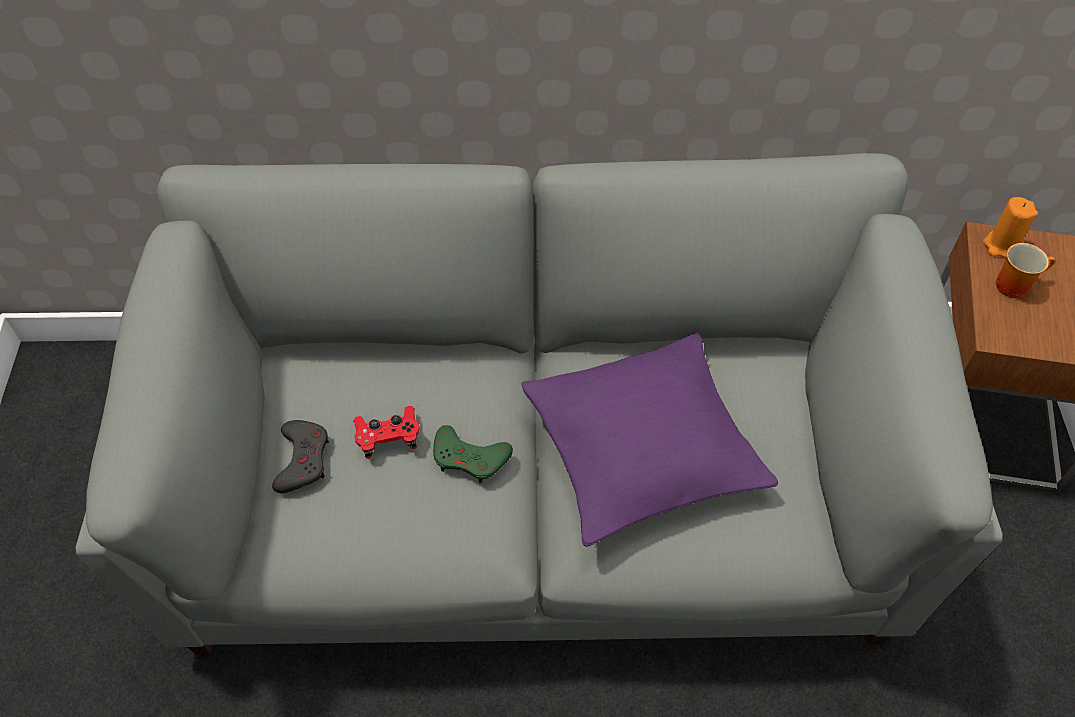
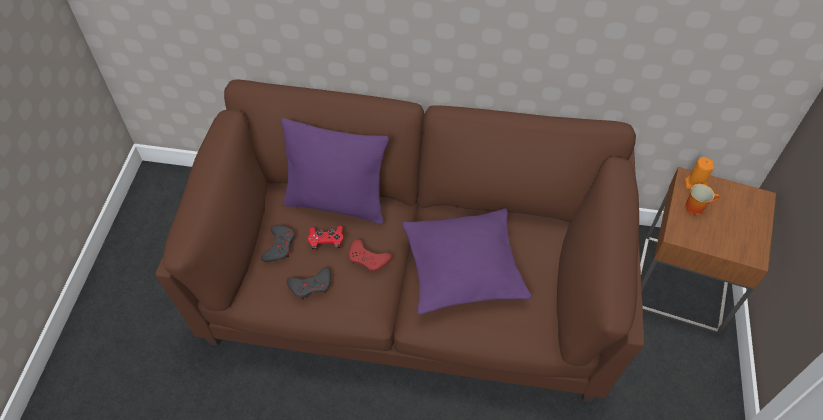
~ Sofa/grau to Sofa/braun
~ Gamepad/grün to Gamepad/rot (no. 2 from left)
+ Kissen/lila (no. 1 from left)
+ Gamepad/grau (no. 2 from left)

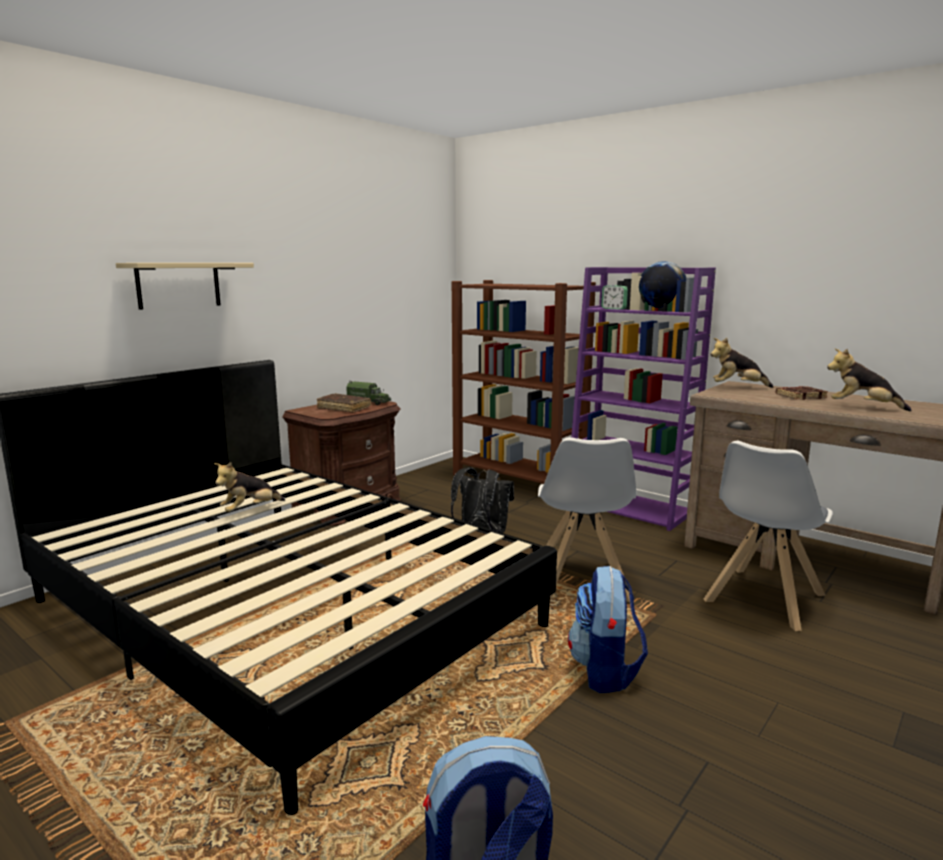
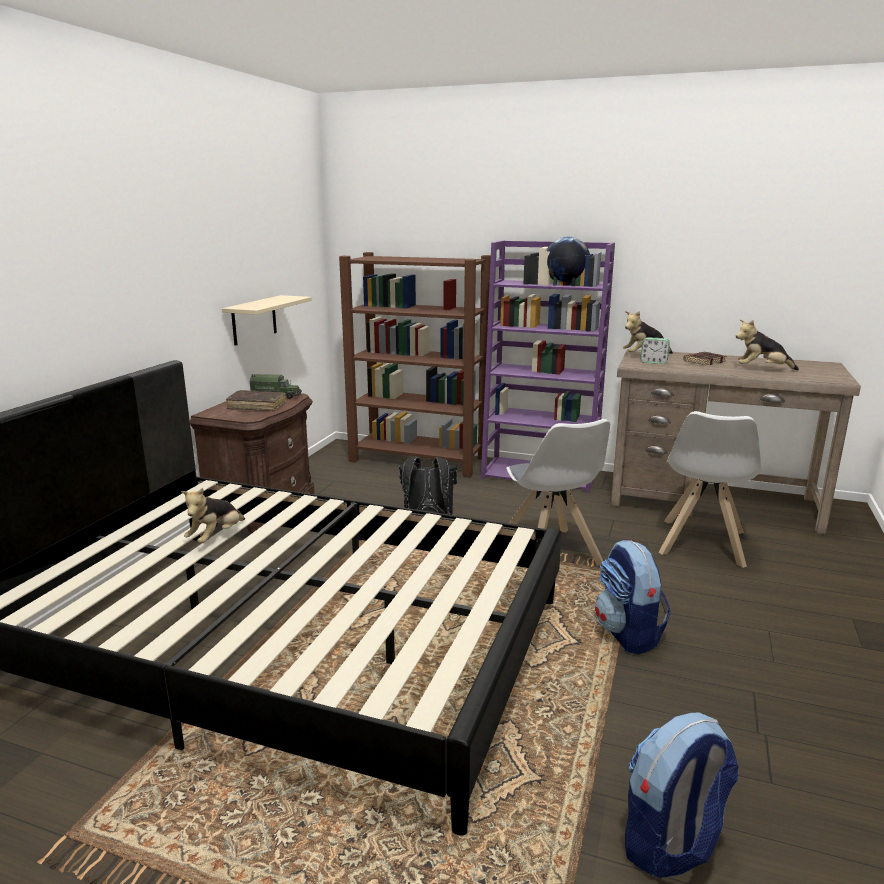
~ Wandregal/beige
~ Wecker

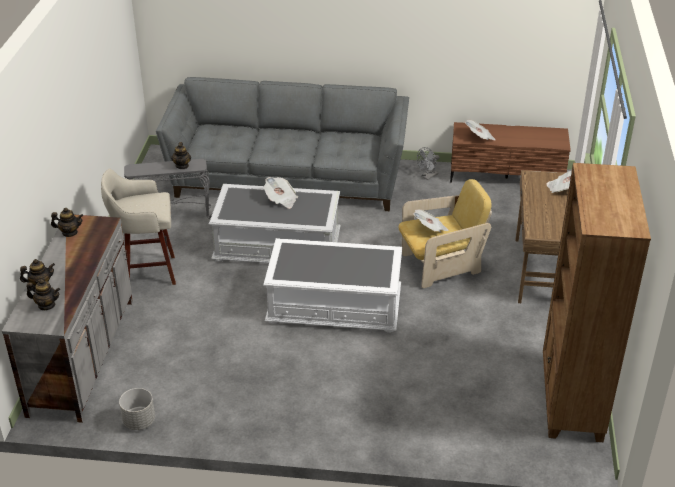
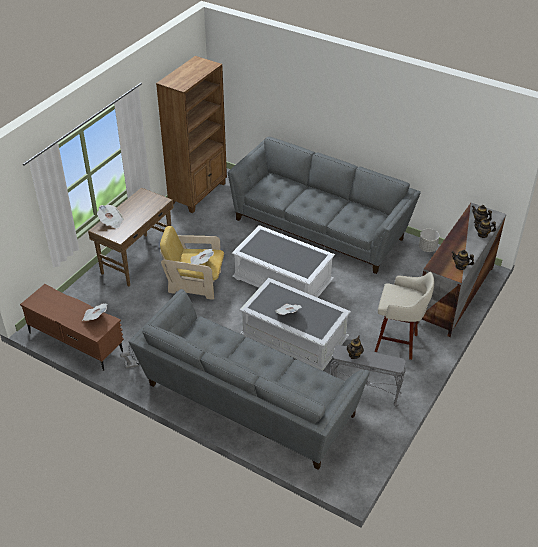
+ Sofa/grau (no. 2 from left)

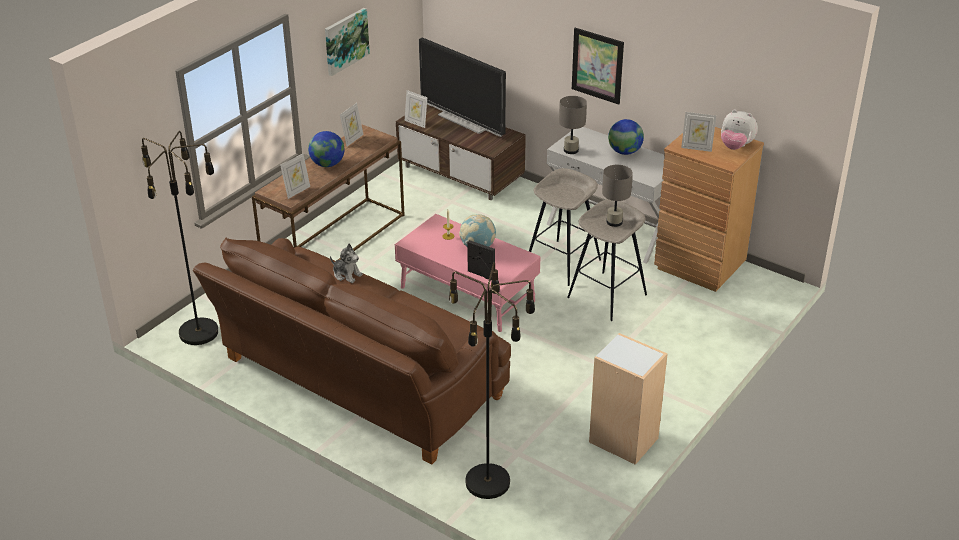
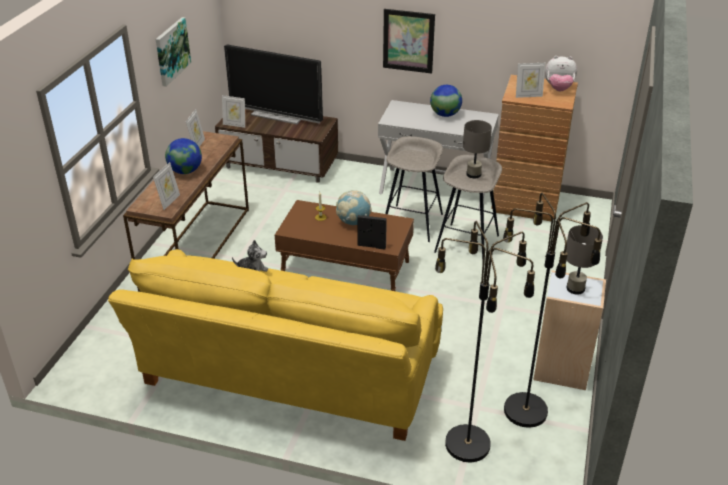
~ Tischlampe/grau (no. 1 from left in the first image) to Tischlampe/grau (no. 2 from left)
~ Stehlampe (no. 1 from left in the first image) to Stehlampe (no. 2 from left)
~ Couchtisch/rosa to Couchtisch/braun
~ Sofa/braun to Sofa/gelb

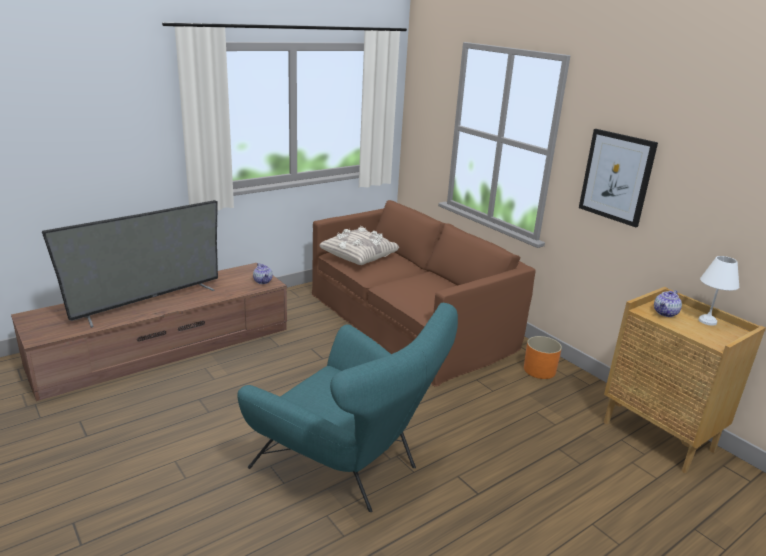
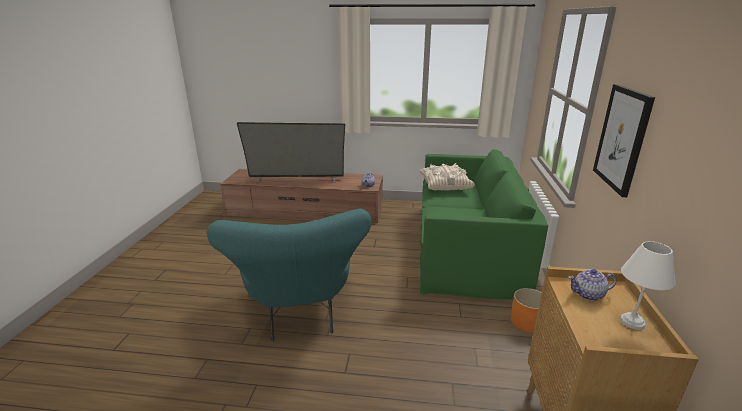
~ Sofa/braun to Sofa/grün

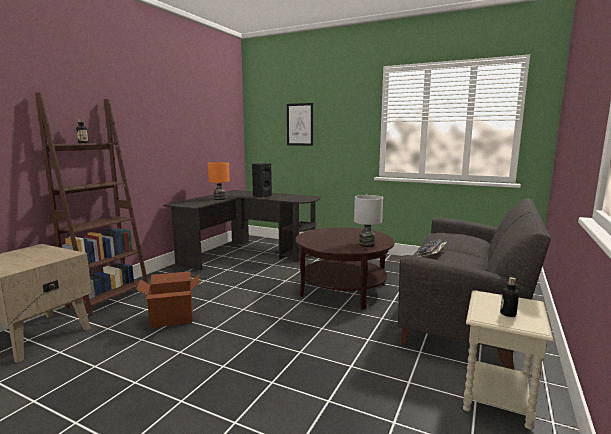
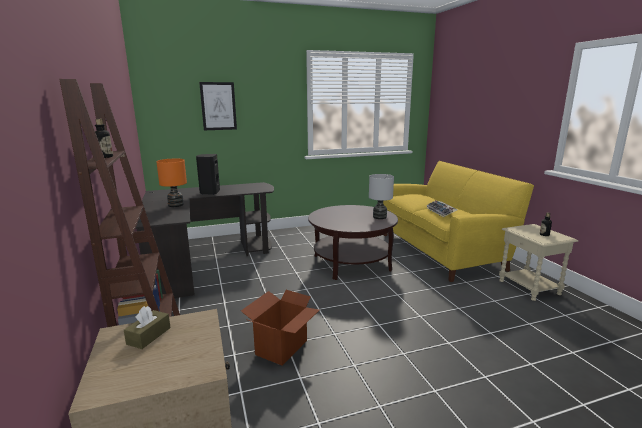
~ Sofa/grau to Sofa/gelb
+ Taschentuchbox/braun

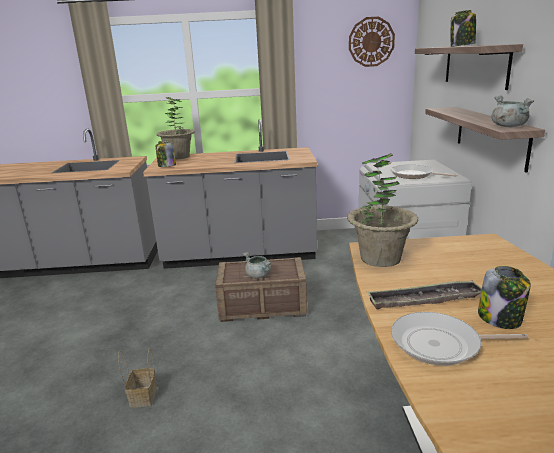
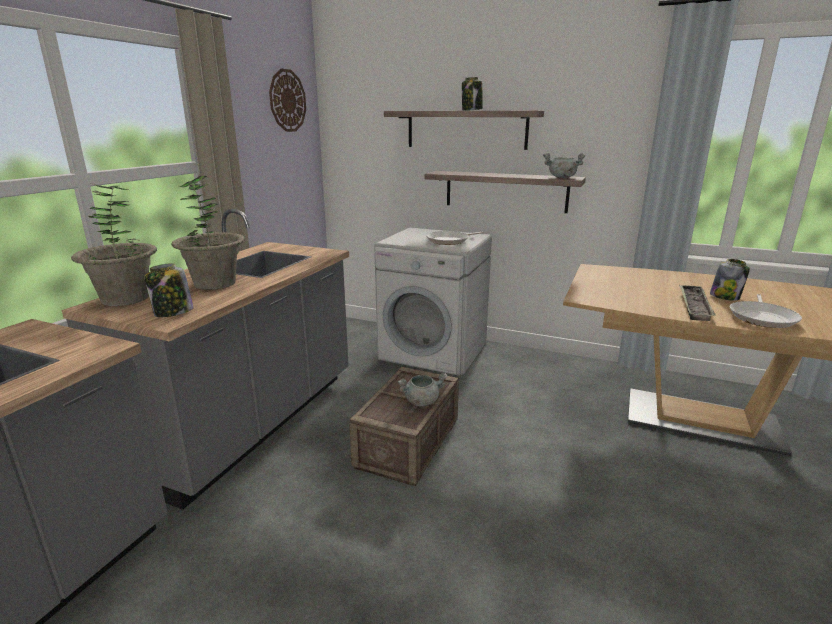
~ Topfpflanze (no. 2 from left)
- Korb

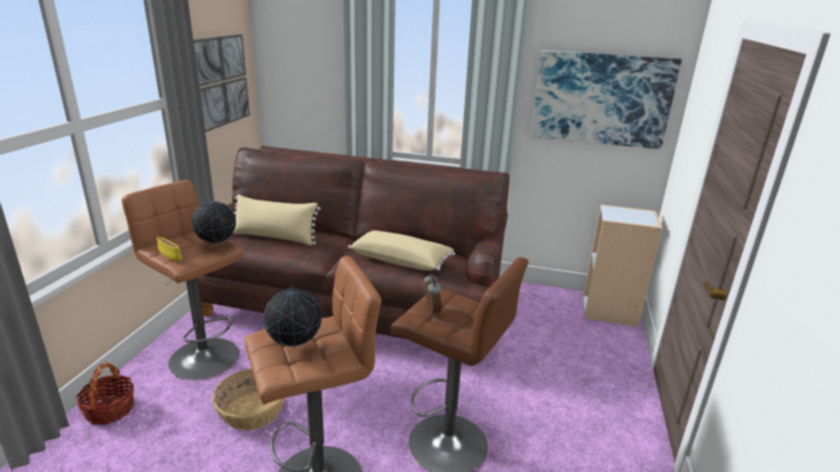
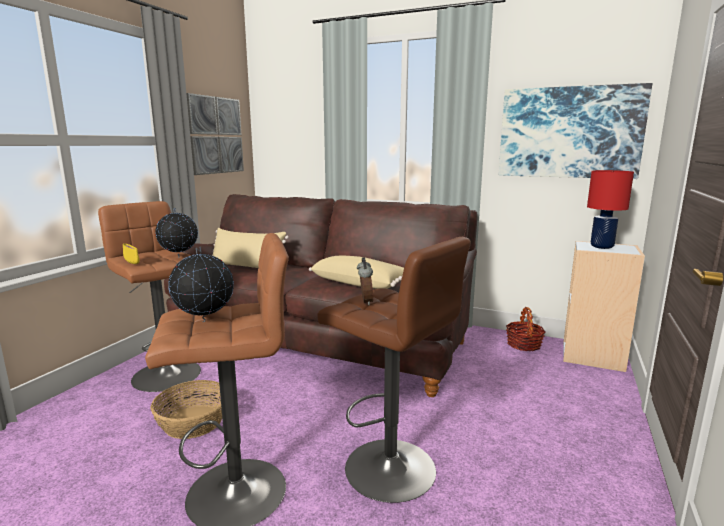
~ Korb (no. 1 from left in the first image) to Korb (no. 2 from left)
+ Tischlampe/rot

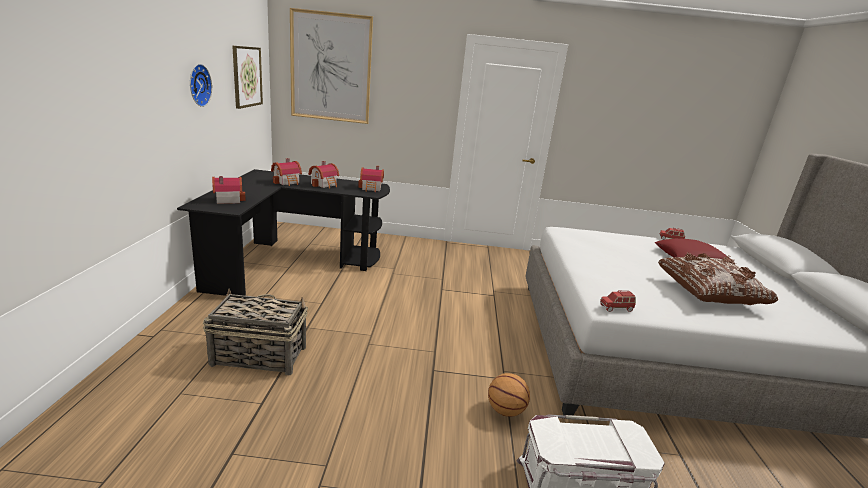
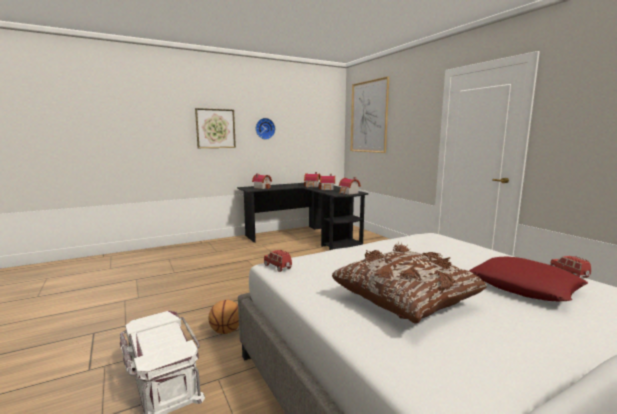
~ Bild (no. 1 from left)
- Korb

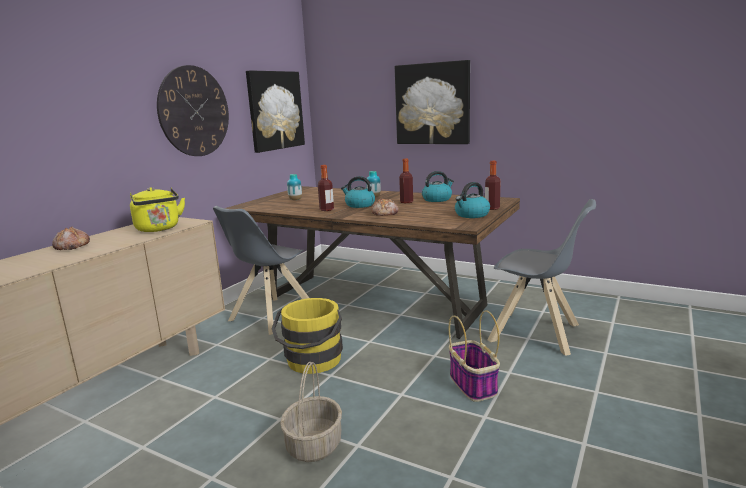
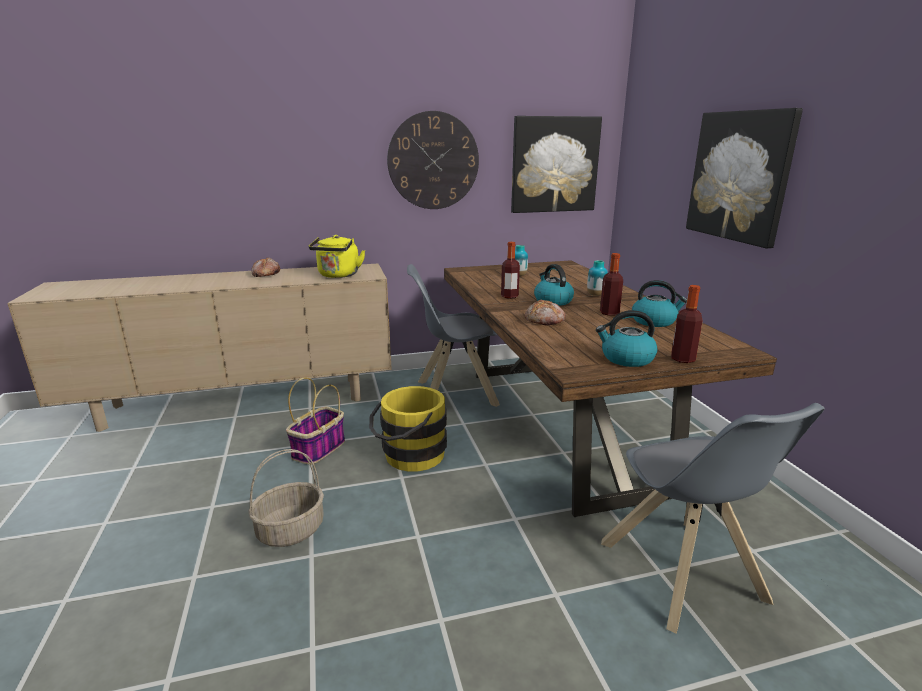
~ Korb (no. 2 from left)

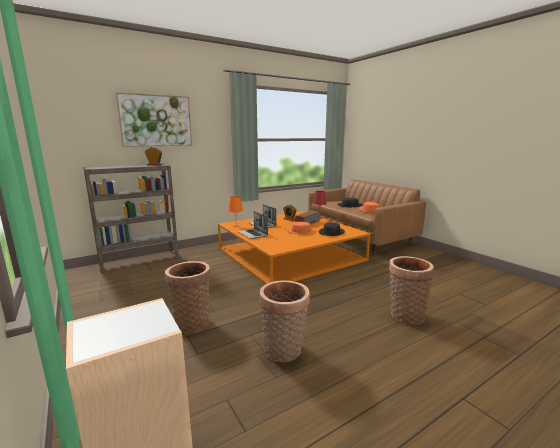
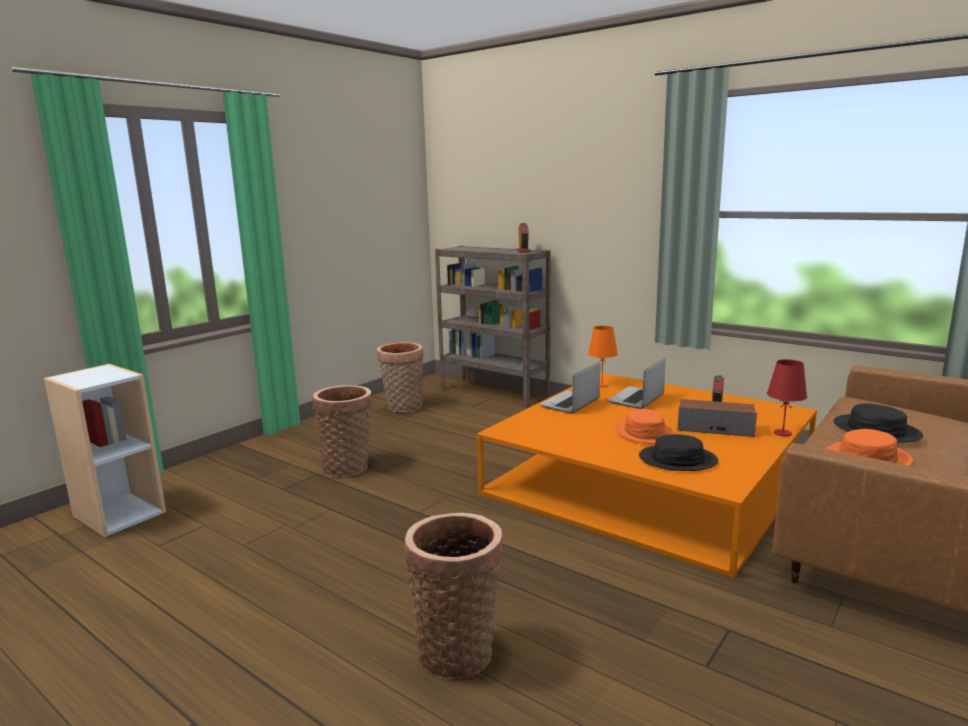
- Bild
~ Korb (no. 2 from left)

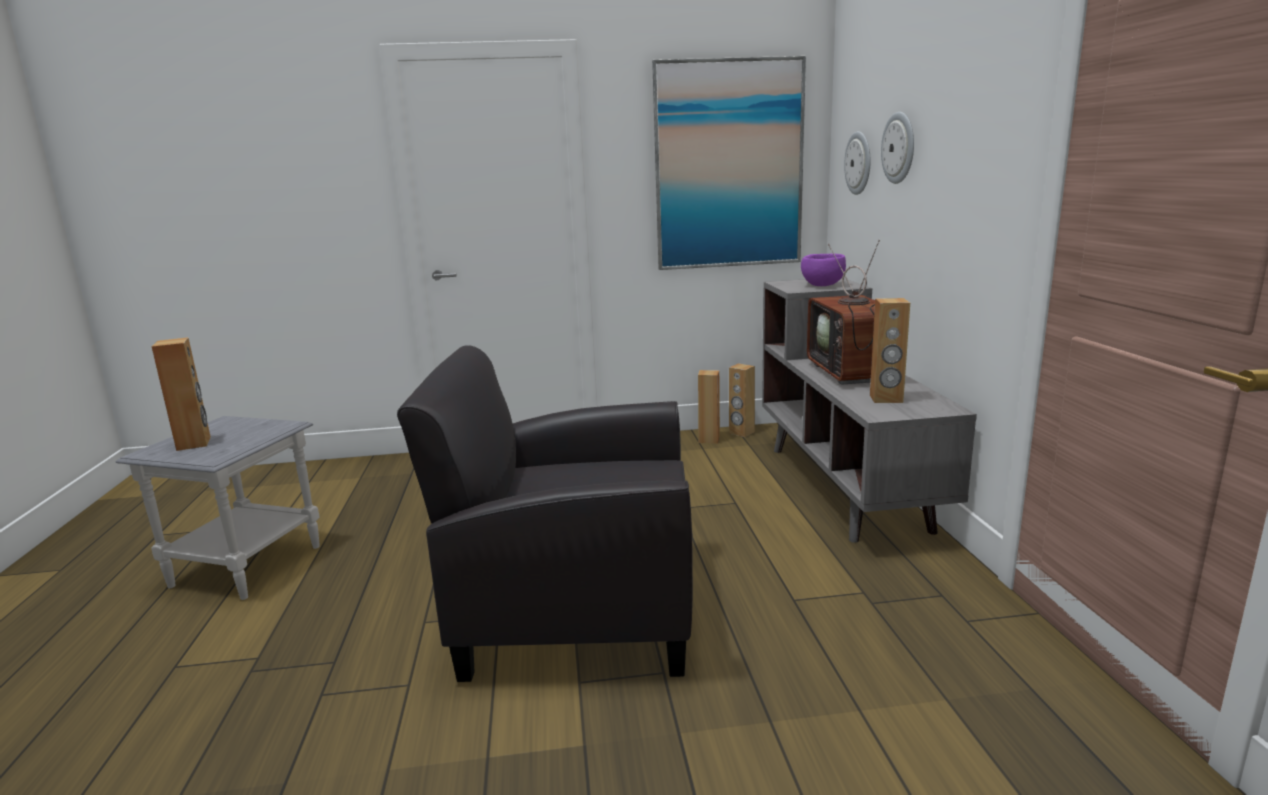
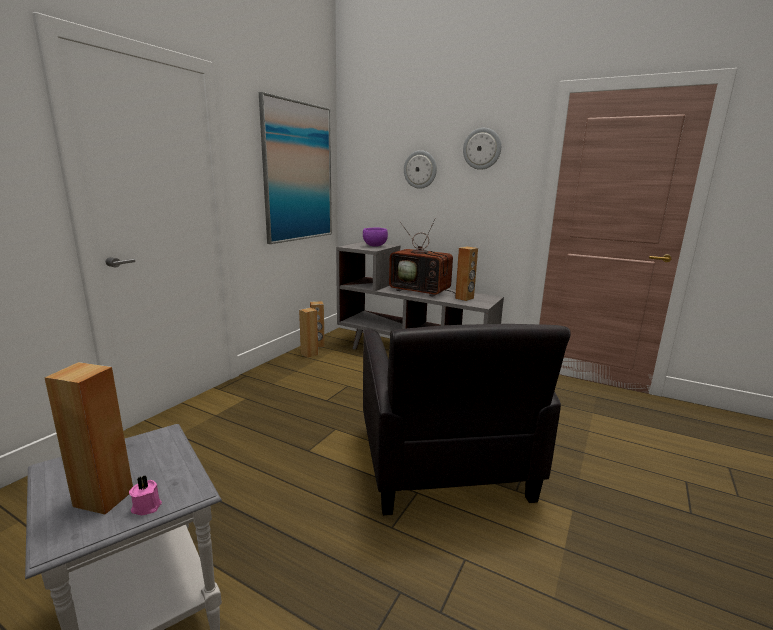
~ Wanduhr (no. 1 from left in the first image) to Wanduhr (no. 2 from left)
~ Sessel/schwarz 45 degrees counterclockwise
+ Kerze/rosa

